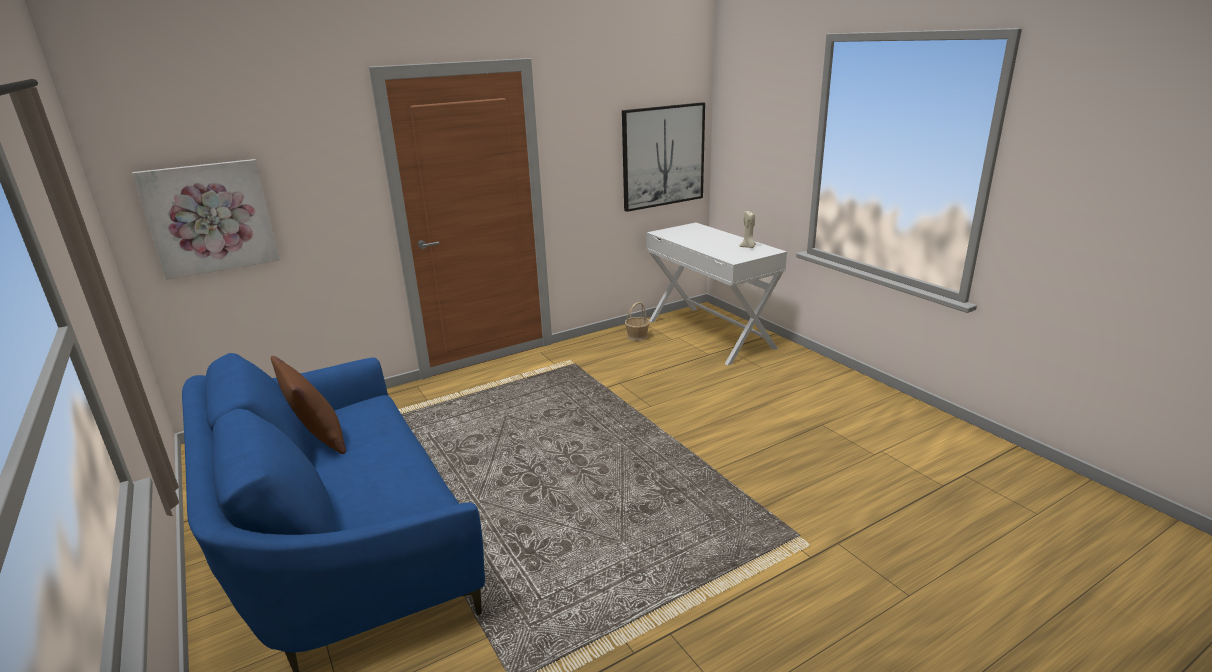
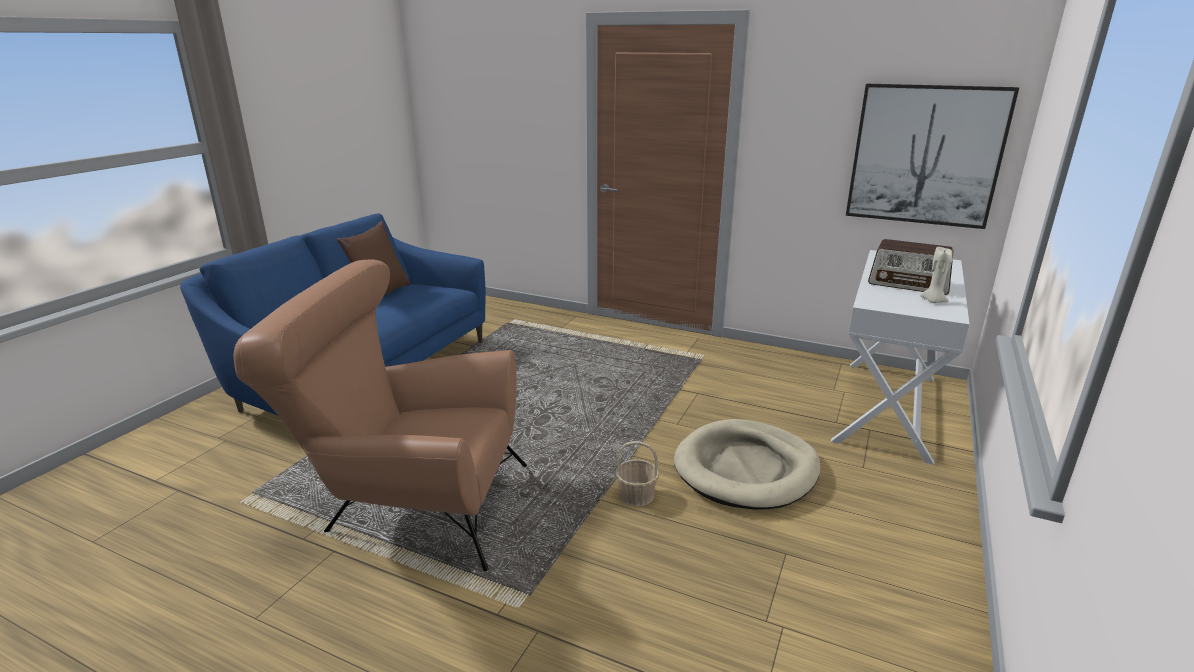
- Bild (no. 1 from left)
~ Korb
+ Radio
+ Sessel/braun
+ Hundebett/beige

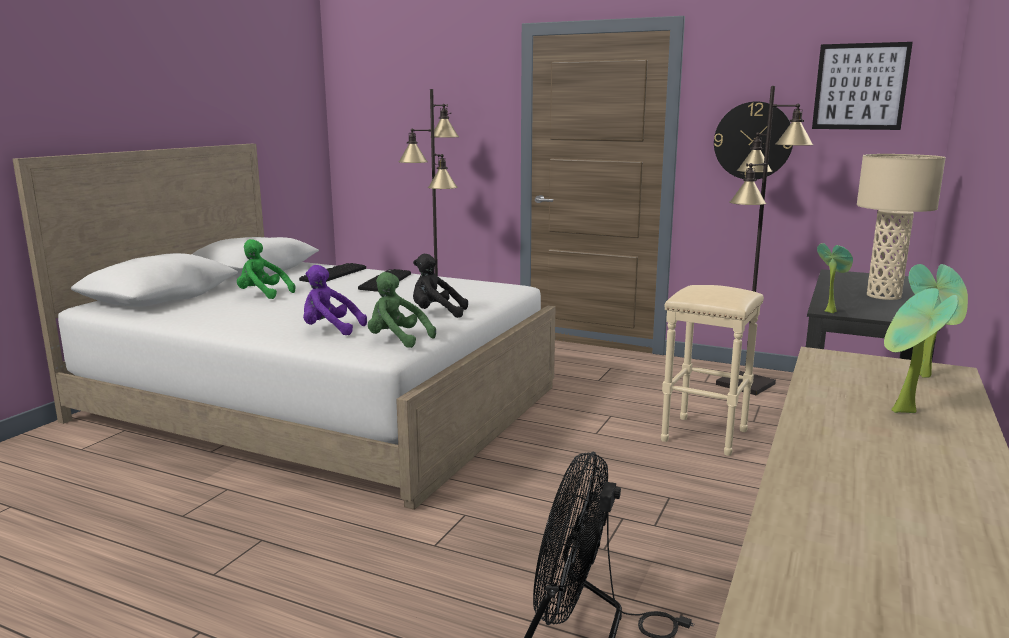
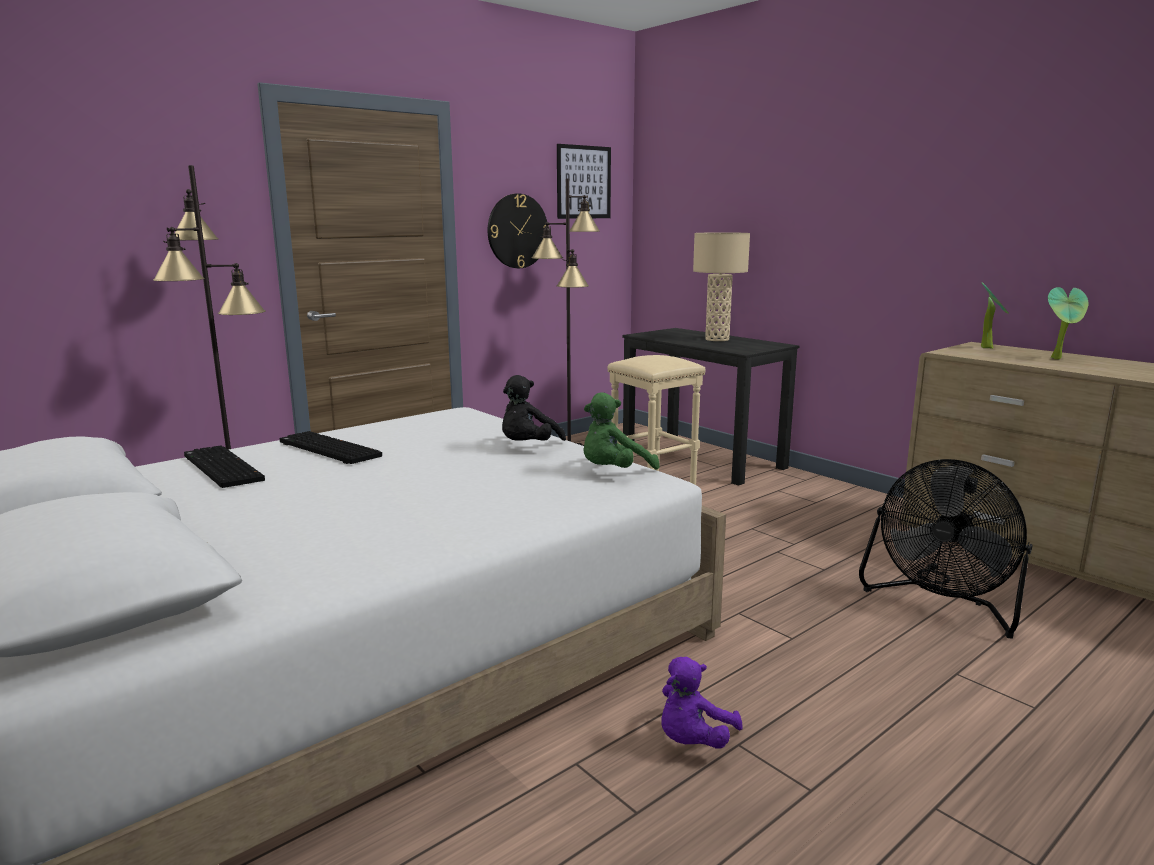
- Plüschtier/grün (no. 1 from left)
- Topfpflanze (no. 1 from left)
~ Plüschtier/lila

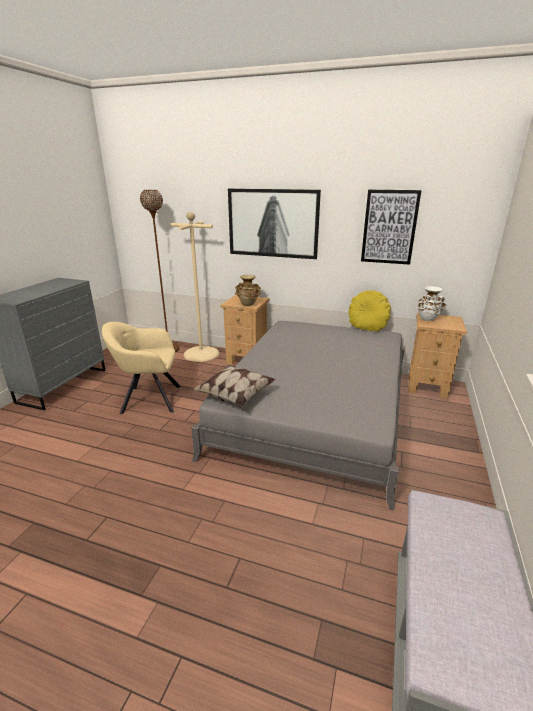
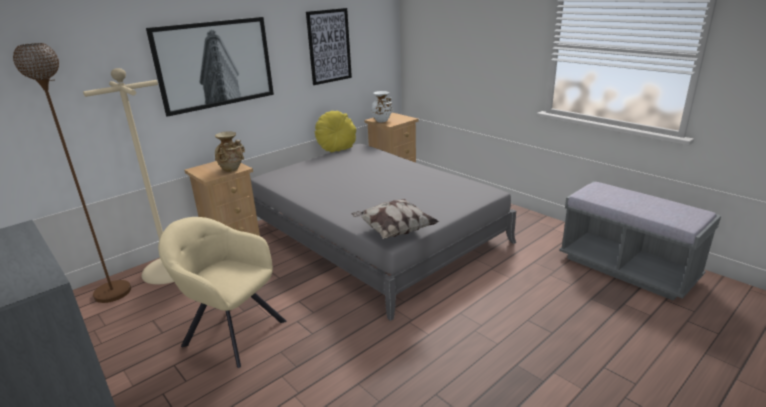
~ Sessel/beige 90 degrees clockwise

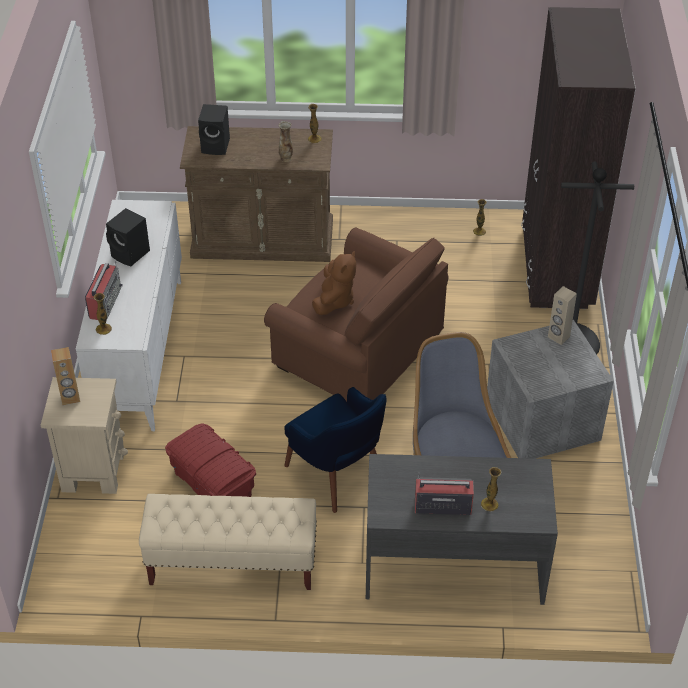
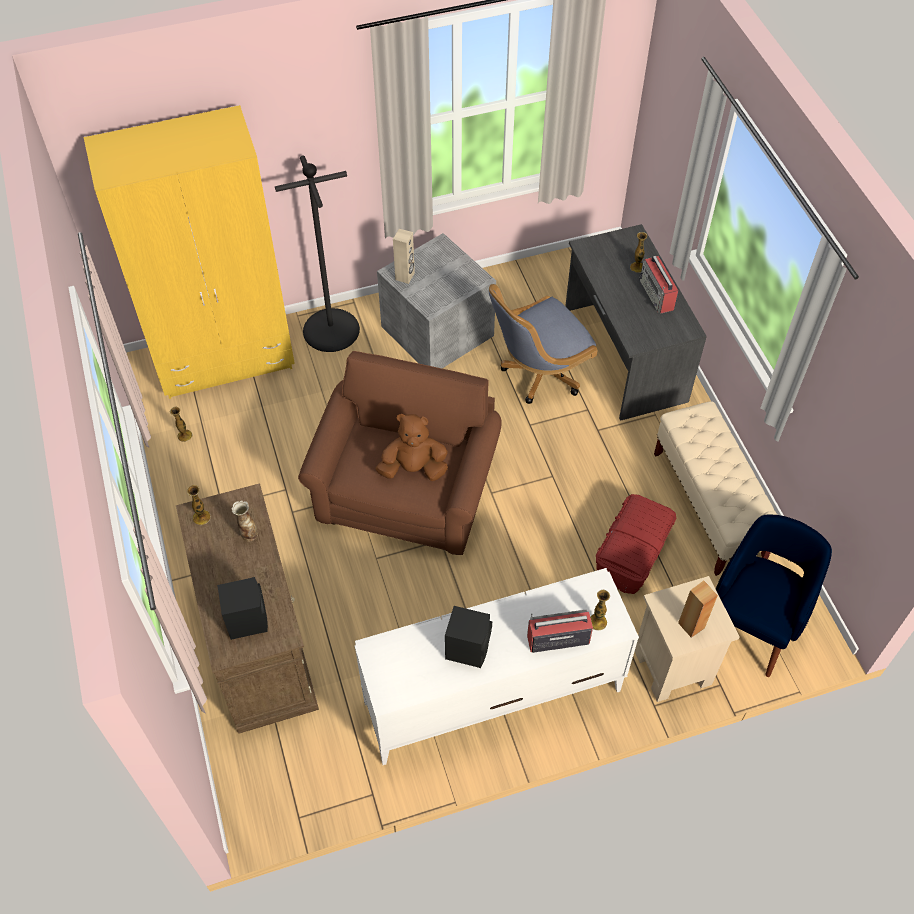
~ Kleiderschrank/braun to Kleiderschrank/gelb
~ Sessel/blau

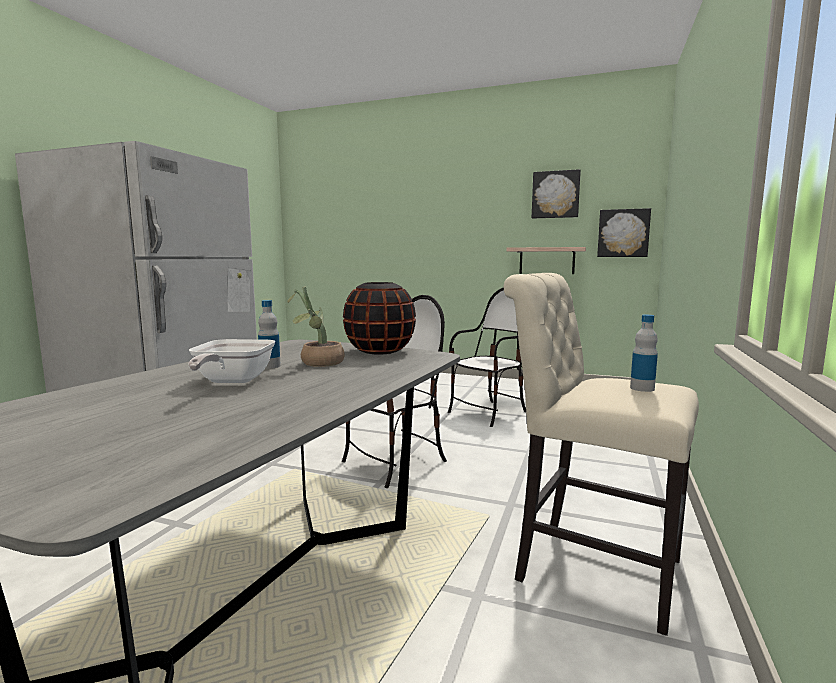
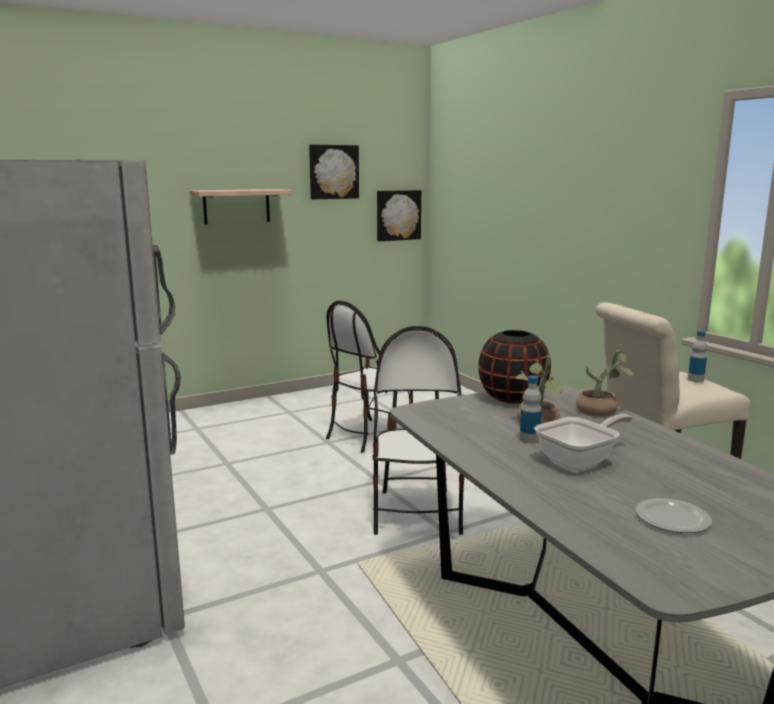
~ Wandregal
~ Stuhl (no. 2 from left in the first image) 135 degrees counterclockwise
~ Pfanne 75 degrees counterclockwise
+ Topfpflanze (no. 2 from left)
+ Teller

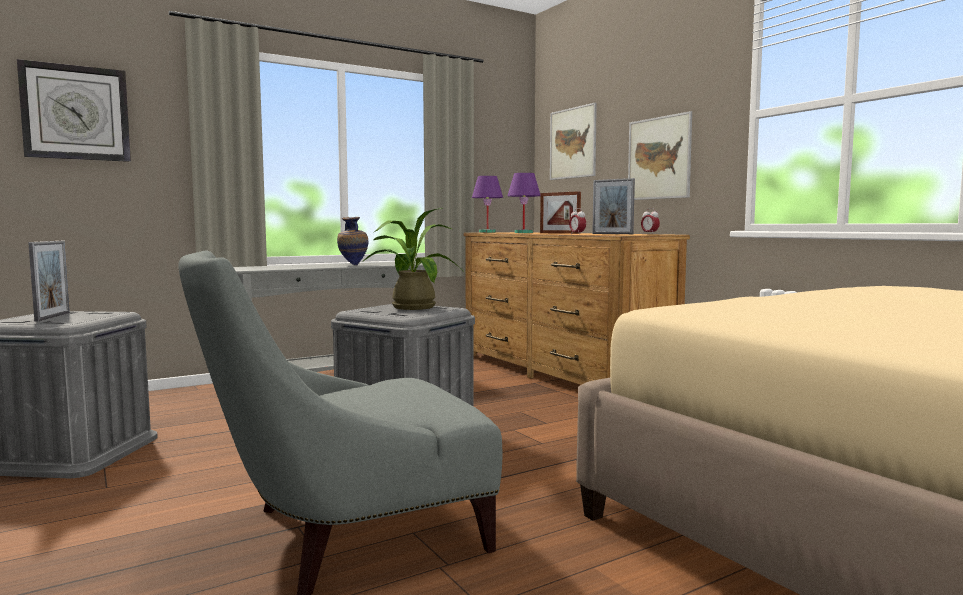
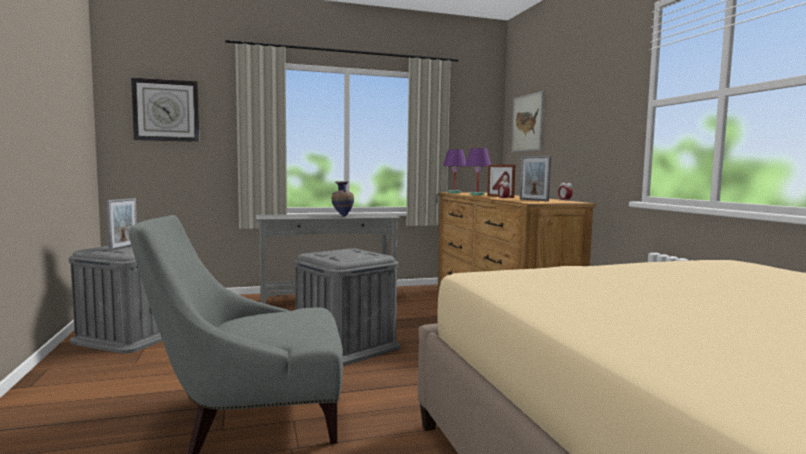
- Bild (no. 2 from left)
- Topfpflanze

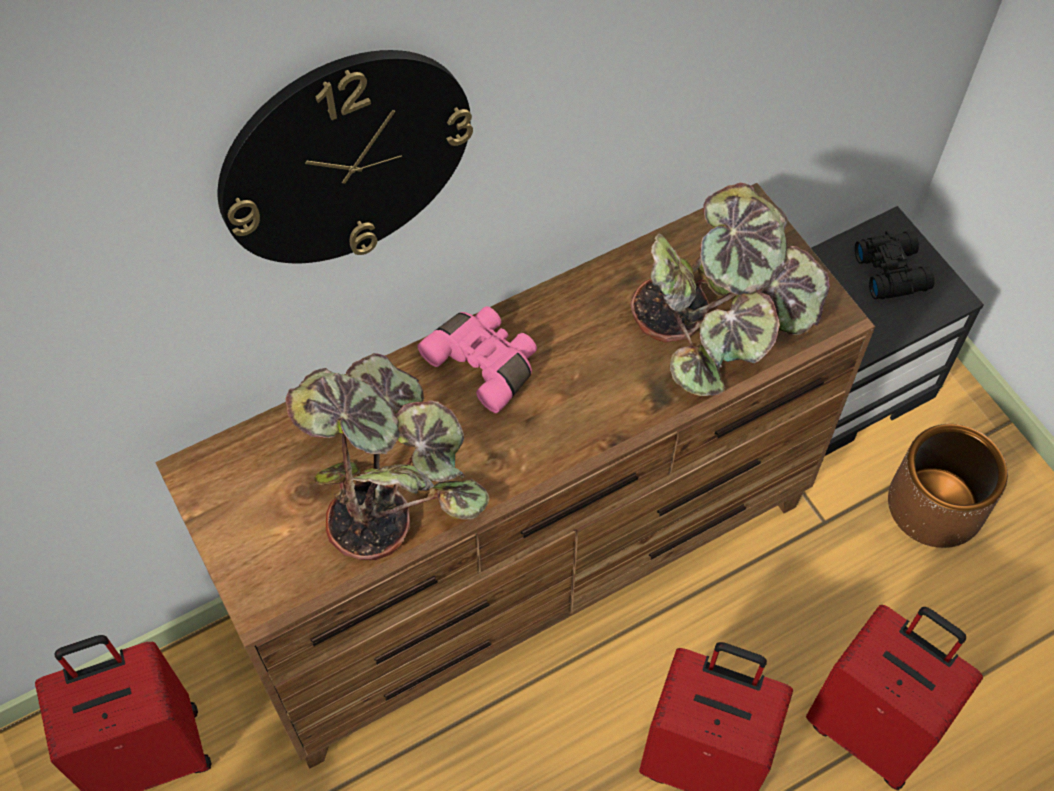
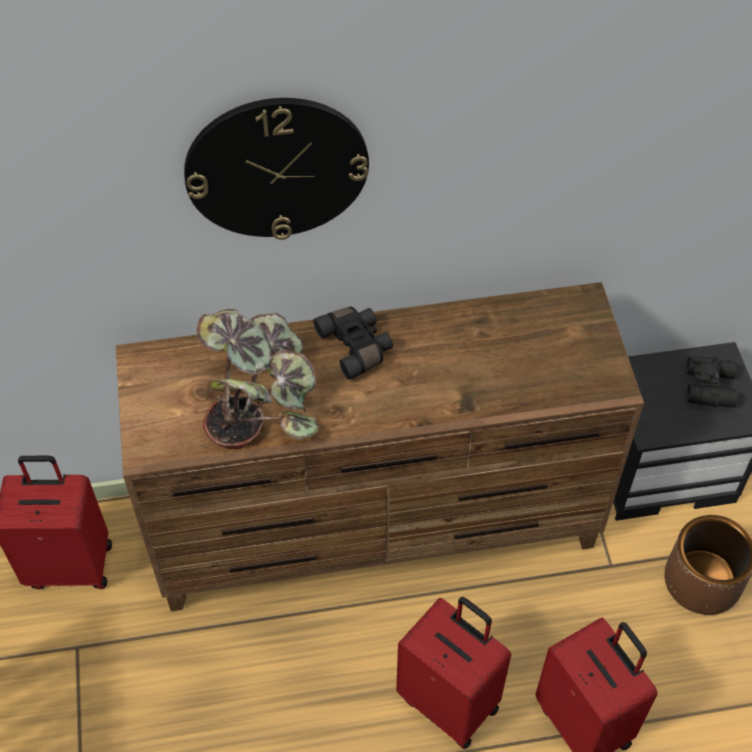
- Topfpflanze (no. 2 from left)
~ Fernglas/rosa to Fernglas/schwarz (no. 1 from left)

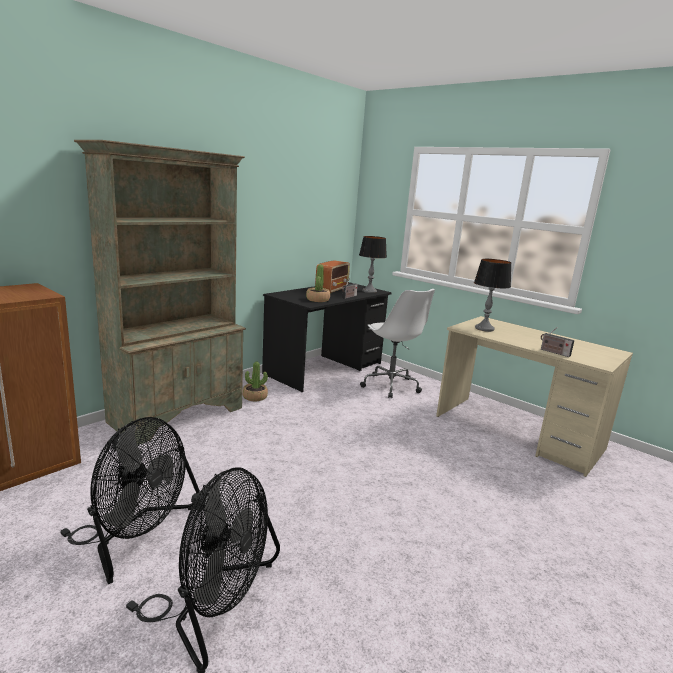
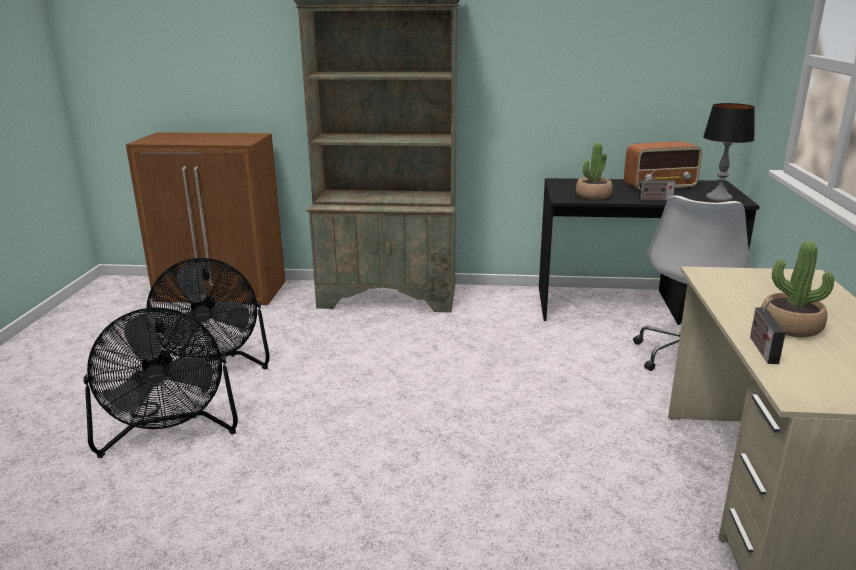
- Tischlampe (no. 2 from left)
~ Topfpflanze (no. 1 from left in the first image) to Topfpflanze (no. 2 from left)

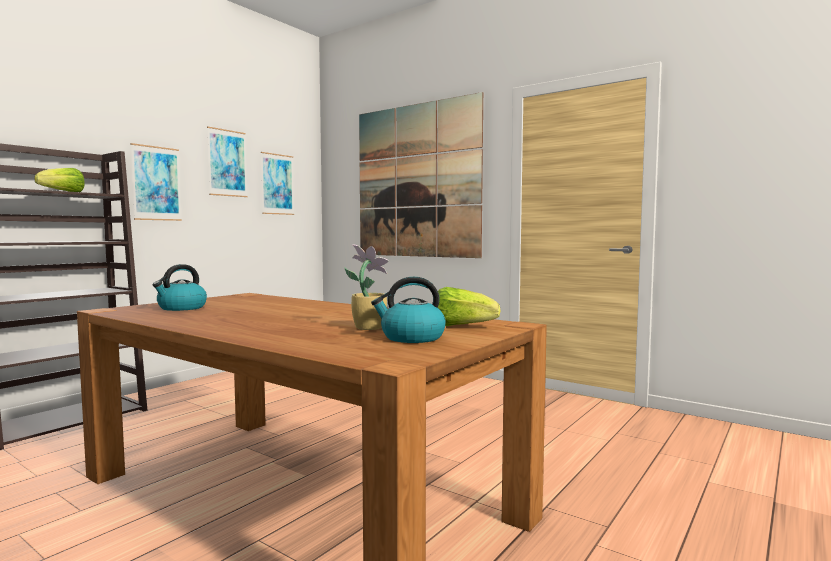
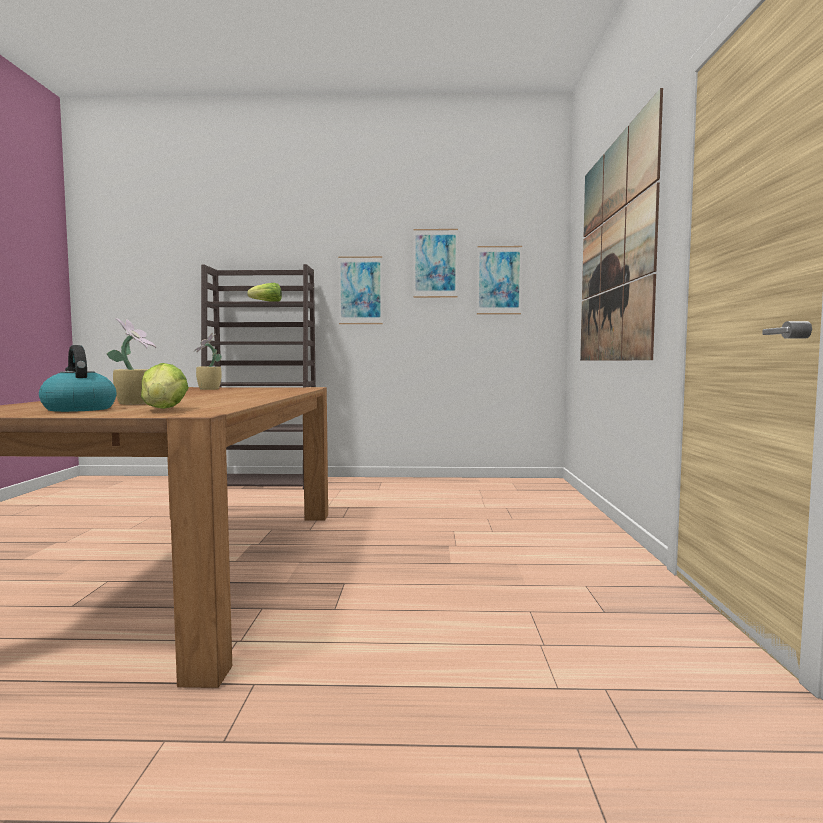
~ Wasserkessel (no. 1 from left) to Topfpflanze (no. 2 from left)

